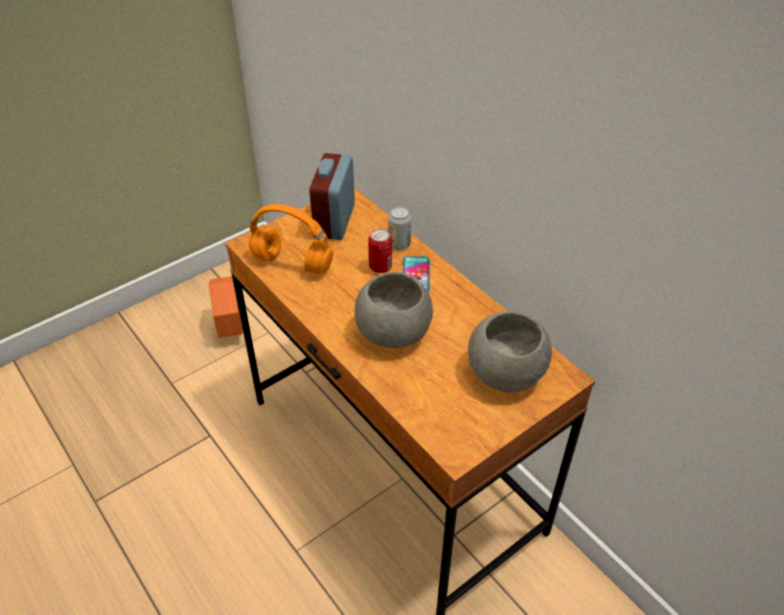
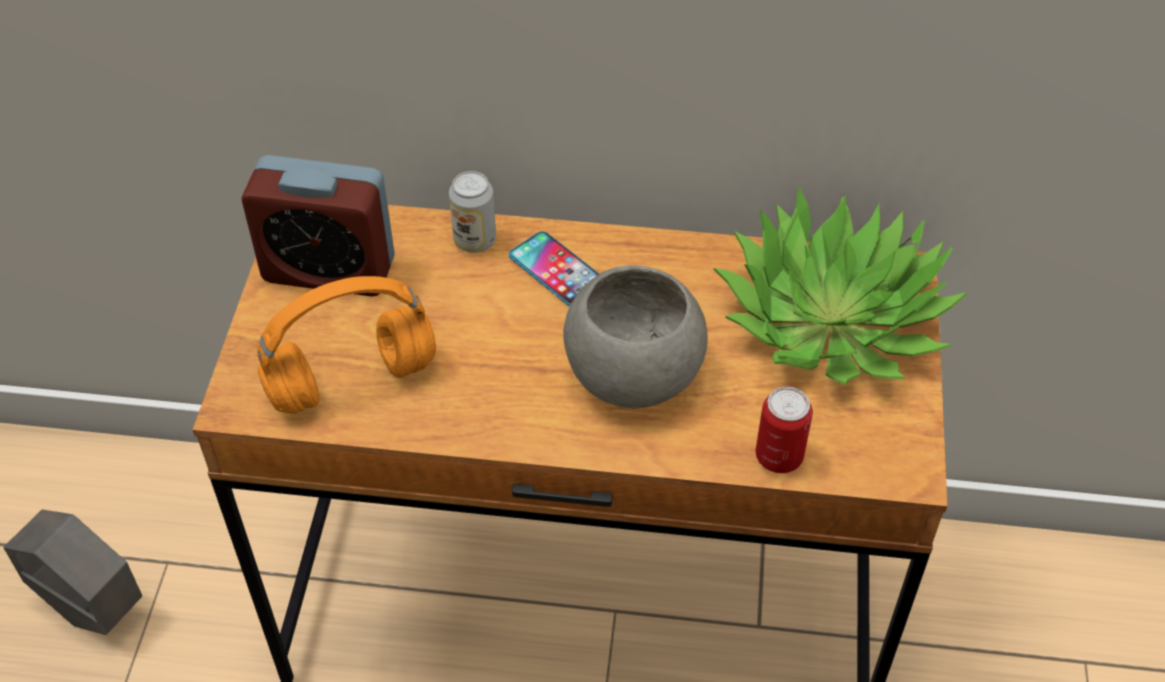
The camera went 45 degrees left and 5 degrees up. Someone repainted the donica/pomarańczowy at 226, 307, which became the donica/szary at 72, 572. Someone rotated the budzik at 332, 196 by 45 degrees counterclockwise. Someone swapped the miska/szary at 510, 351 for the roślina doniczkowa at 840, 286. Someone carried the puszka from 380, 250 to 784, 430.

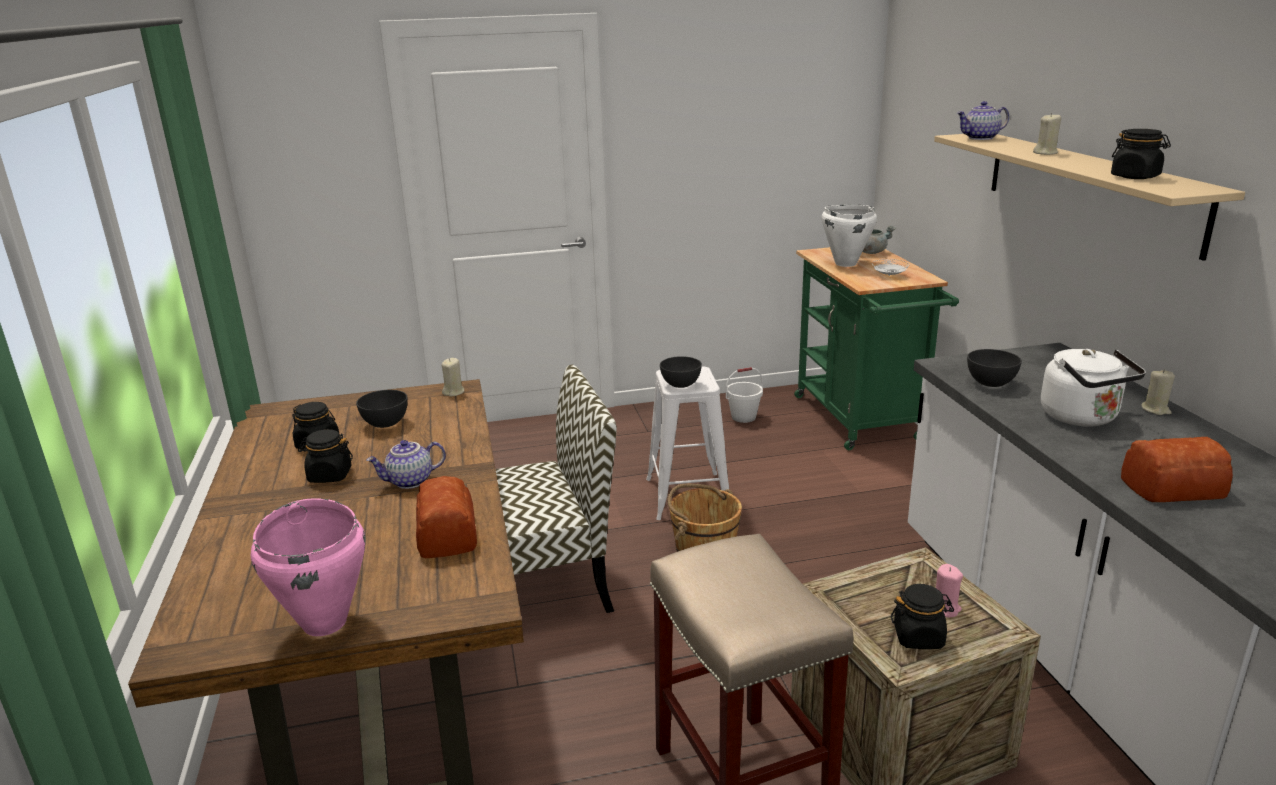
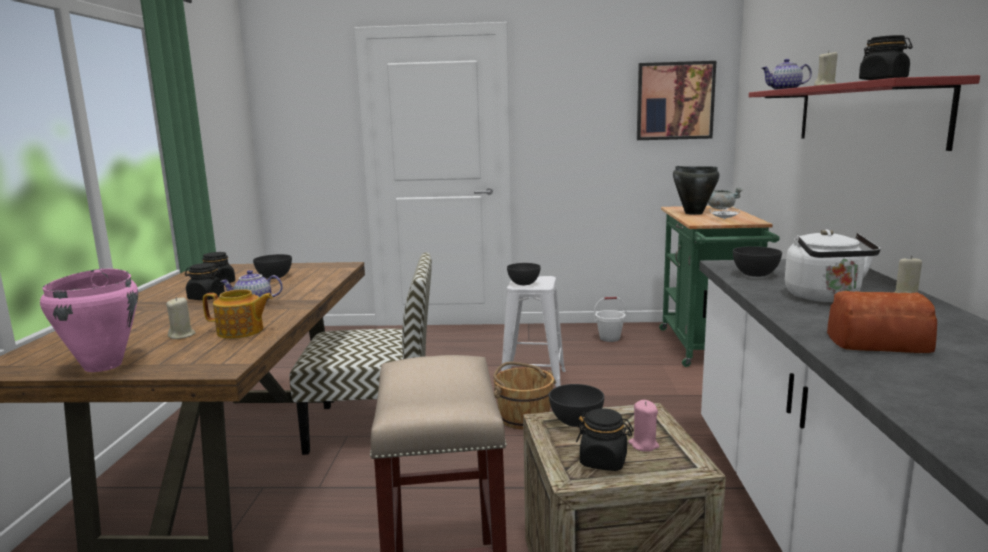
The camera went 15 degrees right and 10 degrees down. Someone carried the świeca/beżowy from 452, 377 to 181, 318. Someone swapped the chleb at 446, 517 for the imbryk at 238, 314. Someone put down the miska/szary at 576, 405. Someone put up the obraz at 676, 100. Someone repainted the garnek/biały at 849, 236, which became the garnek/czarny at 696, 190. Someone repainted the półka/beżowy at 1089, 197, which became the półka/czerwony at 864, 113.

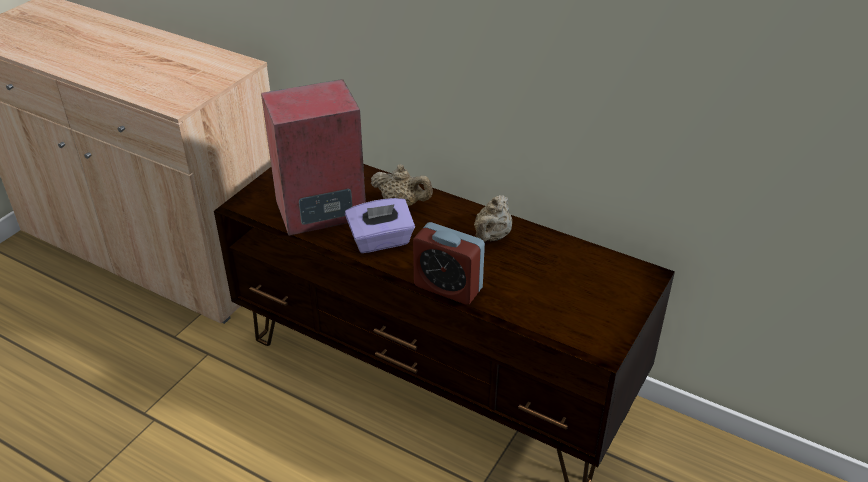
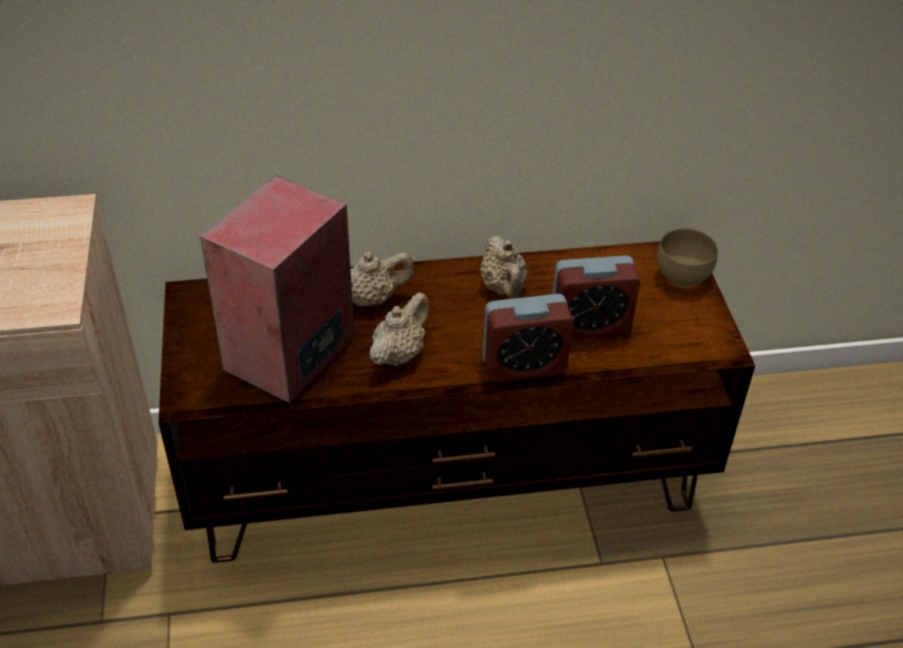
The camera went 40 degrees left and 5 degrees up. Someone swapped the pudełko chusteczek/fioletowy at 380, 225 for the imbryk/beżowy at 400, 329. Someone put down the budzik at 596, 297. Someone put down the miska/brązowy at 687, 257.

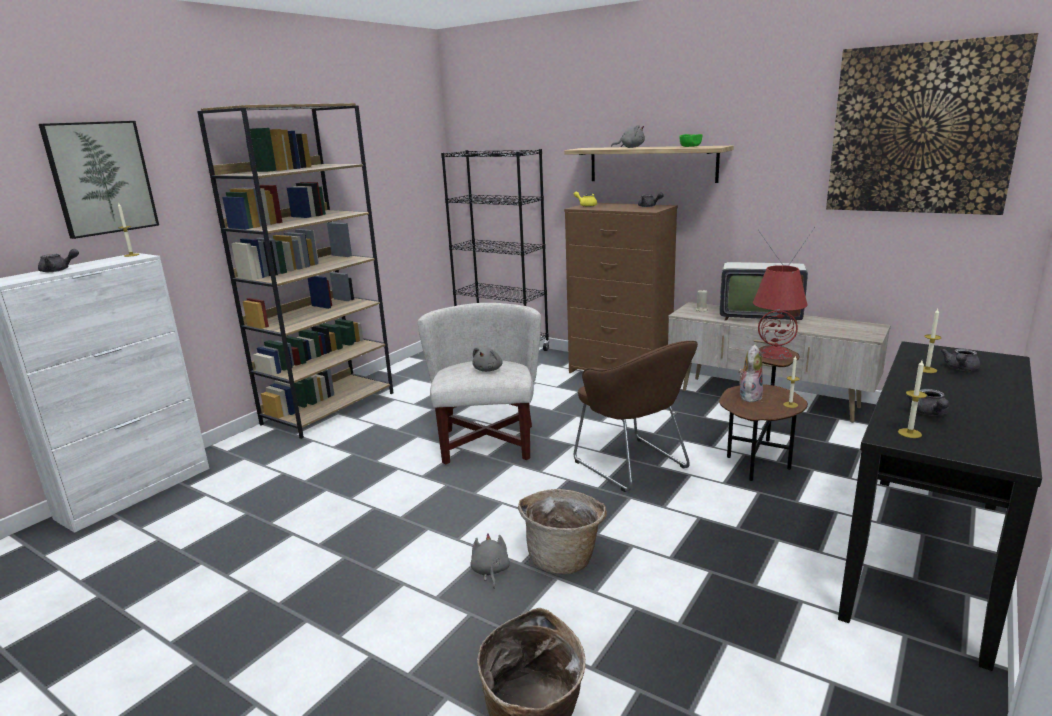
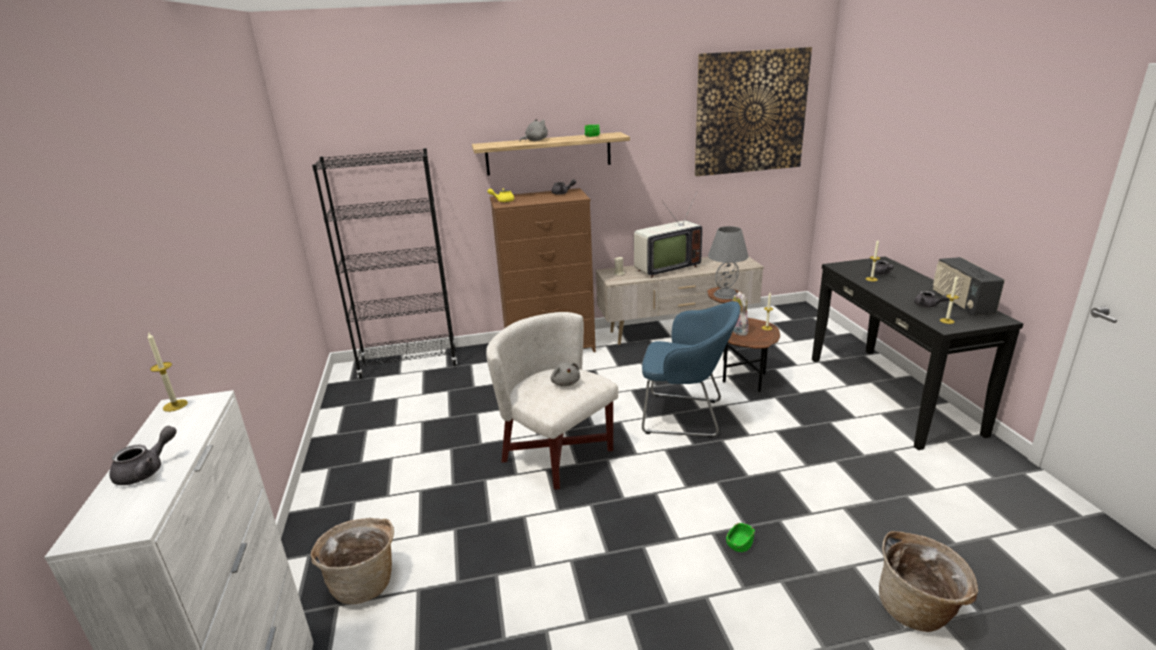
The camera went 45 degrees left and 5 degrees up. Someone carried the koszyk from 562, 531 to 352, 561. Someone repainted the fotel/brązowy at 636, 416, which became the fotel/niebieski at 691, 369. Someone repainted the lampa stołowa/czerwony at 780, 312, which became the lampa stołowa/szary at 728, 262. Someone swapped the pluszak/szary at 490, 561 for the miska/zielony at 740, 537. Someone put down the radio at 968, 286. Someone took away the obraz at 99, 180. Someone took away the regał/brązowy at 295, 271.

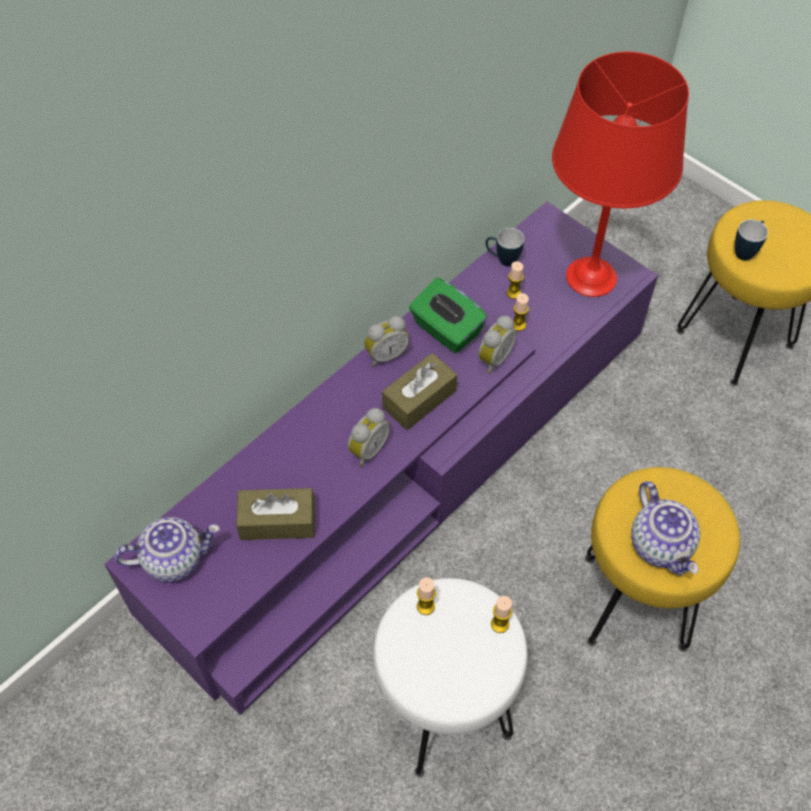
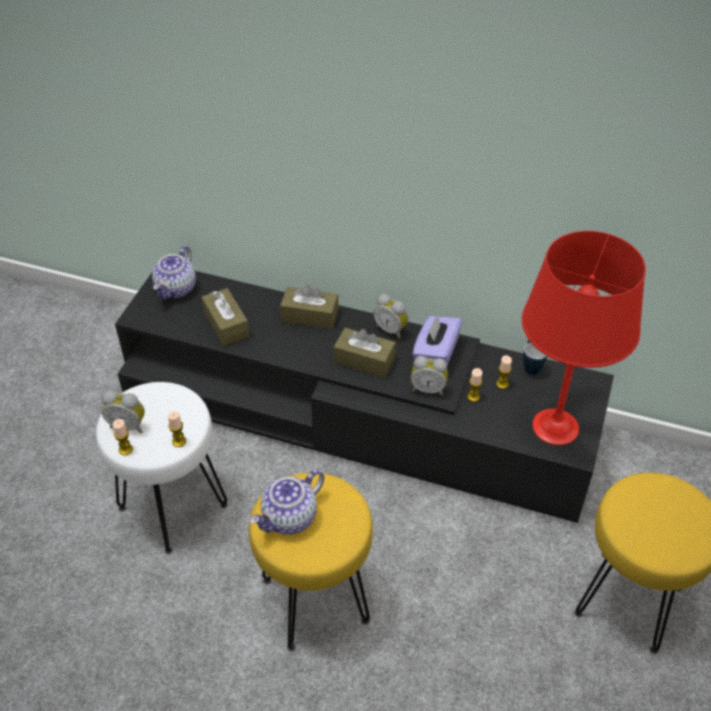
The camera went 65 degrees right and 10 degrees down. Someone carried the budzik from 369, 437 to 123, 411. Someone carried the świeca from 426, 596 to 123, 437. Someone repainted the szafka pod telewizor/fioletowy at 381, 458, which became the szafka pod telewizor/czarny at 364, 397. Someone rotated the imbryk at 167, 549 by 60 degrees clockwise. Someone put down the pudełko chusteczek/brązowy at 309, 306. Someone repainted the pudełko chusteczek/zielony at 448, 315, which became the pudełko chusteczek/fioletowy at 437, 339. Someone took away the kubek at 751, 240.

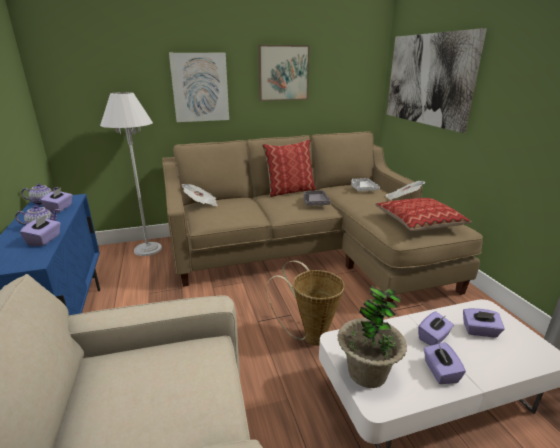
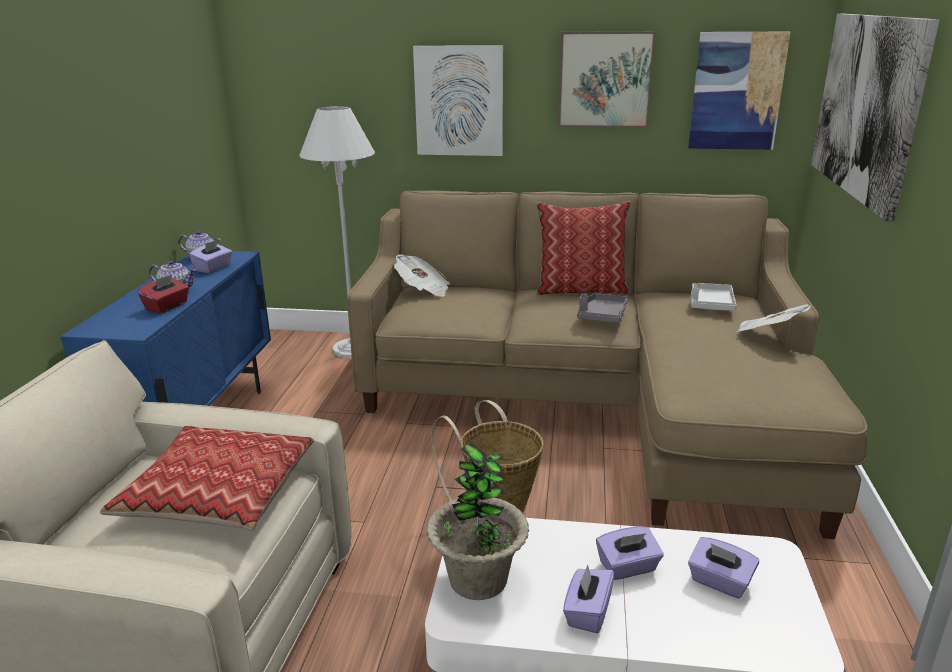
The camera went 25 degrees right and 0 degrees up. Someone carried the poduszka from 423, 214 to 207, 478. Someone repainted the pudełko chusteczek/fioletowy at 40, 230, which became the pudełko chusteczek/czerwony at 163, 293. Someone put up the obraz at 739, 91.

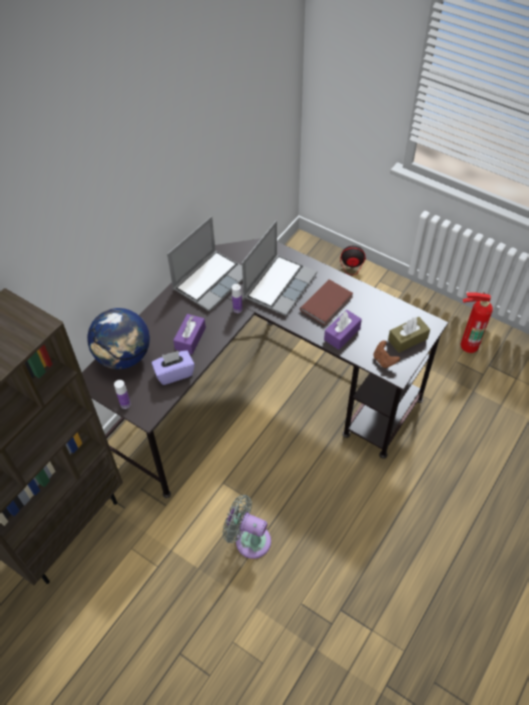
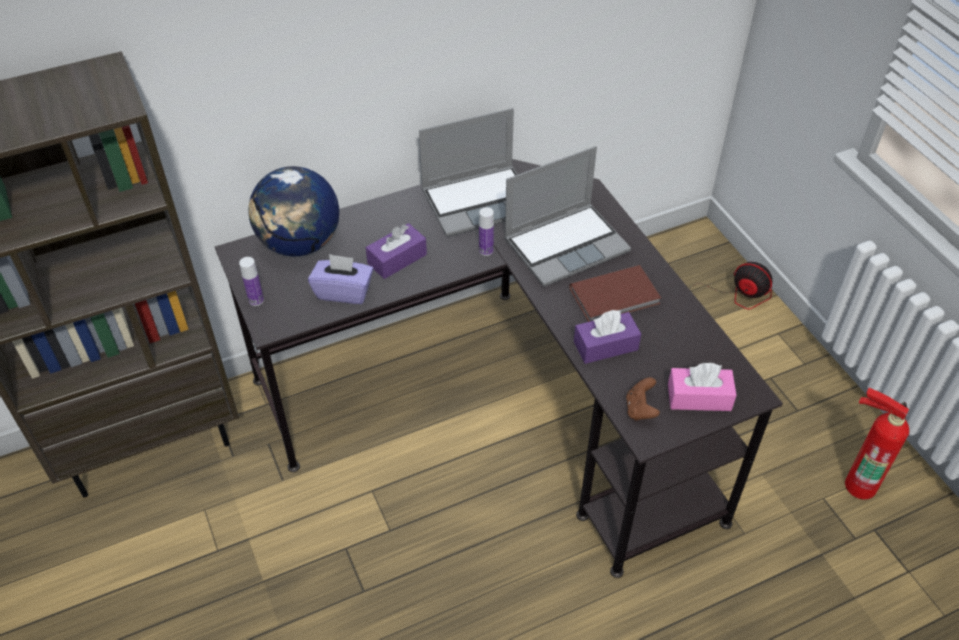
The camera went 30 degrees right and 5 degrees down. Someone repainted the pudełko chusteczek/brązowy at 409, 335, which became the pudełko chusteczek/różowy at 702, 387. Someone took away the wentylator/szary at 247, 527.

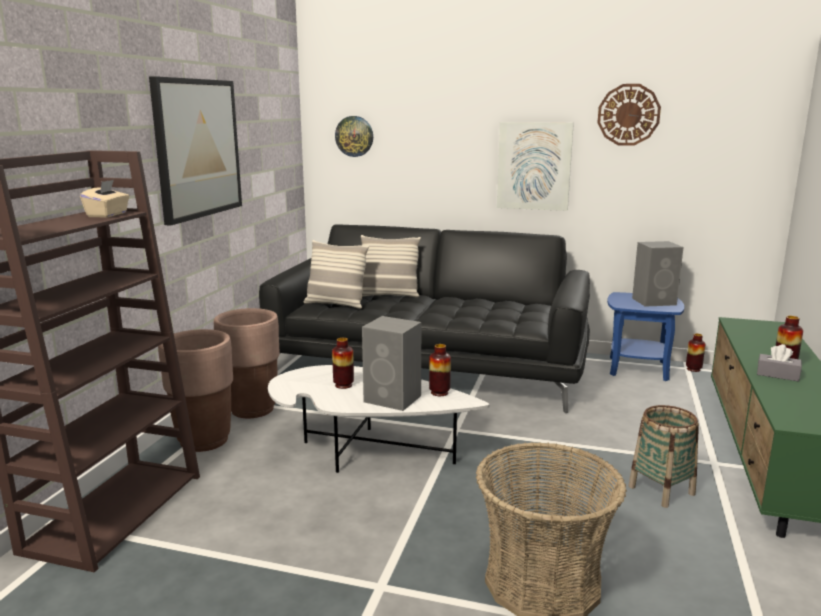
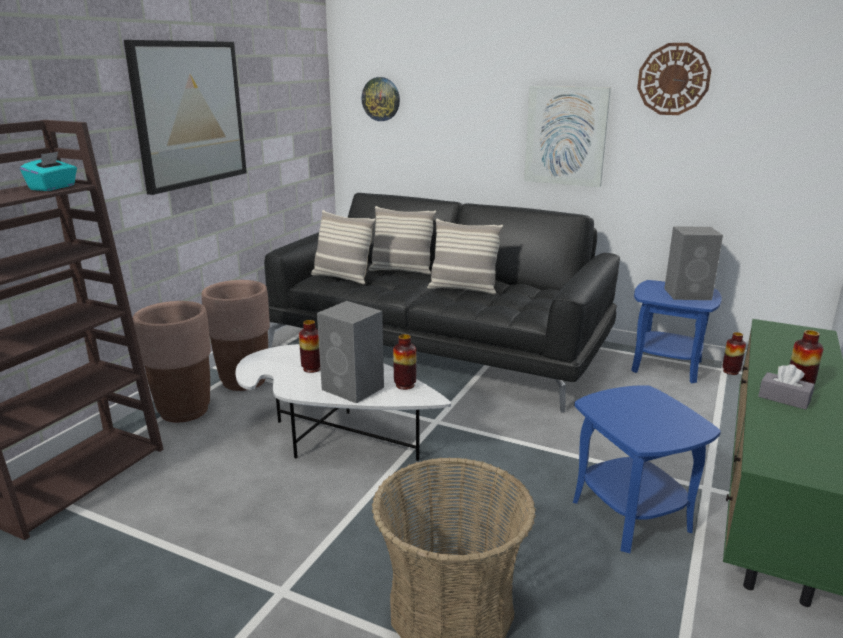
The camera went 10 degrees right and 5 degrees up. Someone repainted the pudełko chusteczek/beżowy at 104, 199, which became the pudełko chusteczek/turkusowy at 48, 171. Someone put down the poduszka at 465, 256. Someone swapped the koszyk at 664, 456 for the stolik/niebieski at 647, 469.

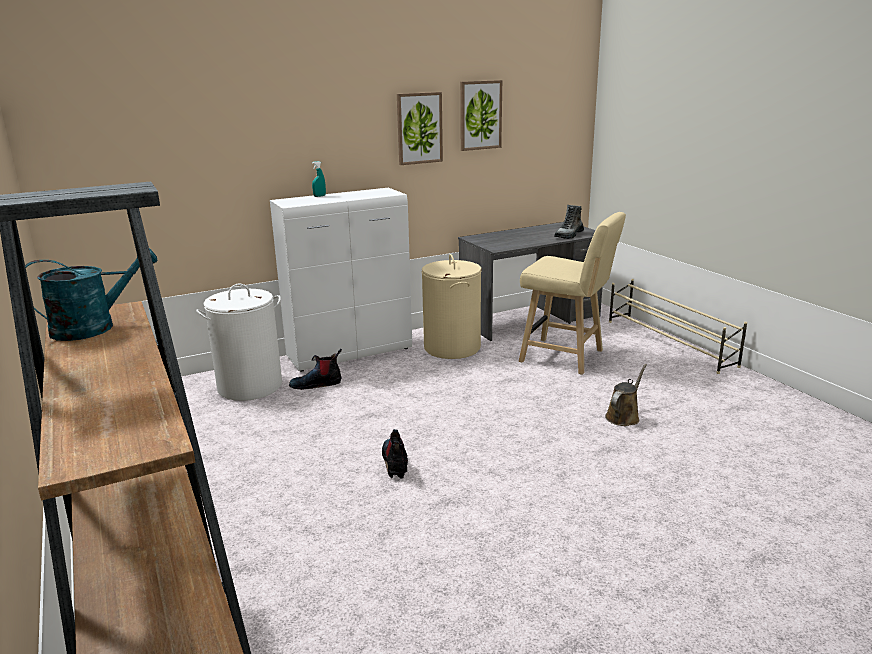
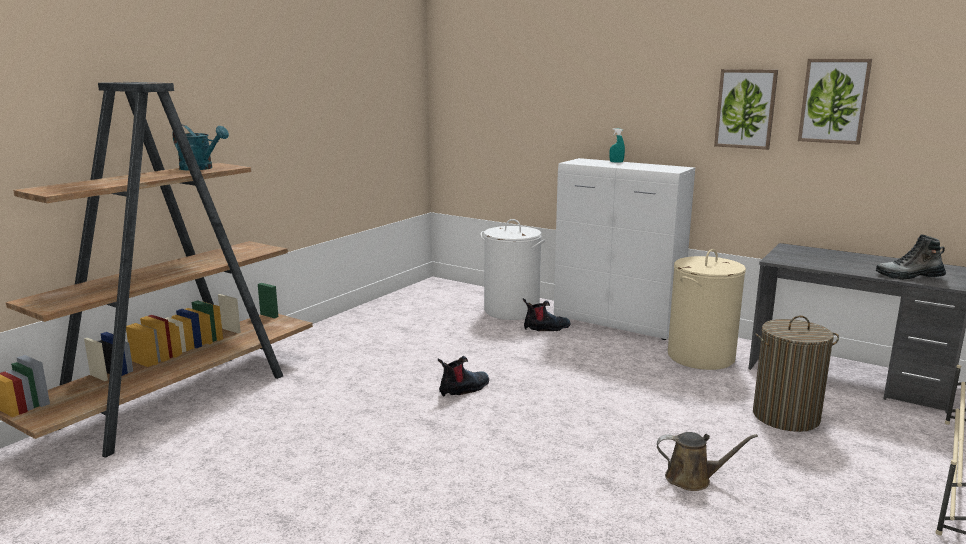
The camera went 60 degrees right and 5 degrees down. Someone rotated the but z cholewką at 315, 369 by 120 degrees clockwise. Someone swapped the stołek/beżowy at 572, 293 for the kosz na pranie at 796, 373.

